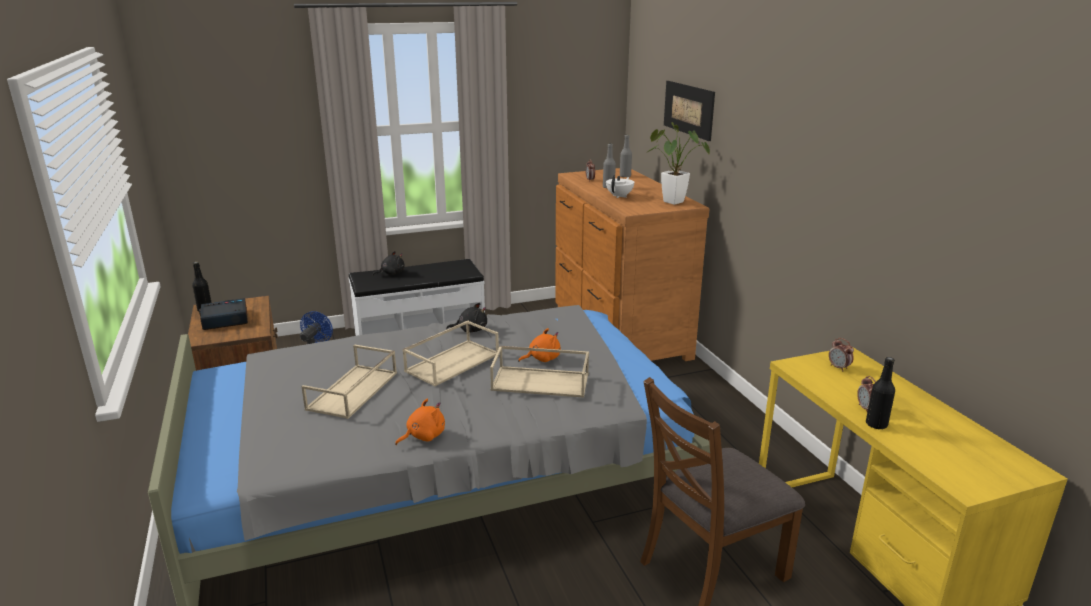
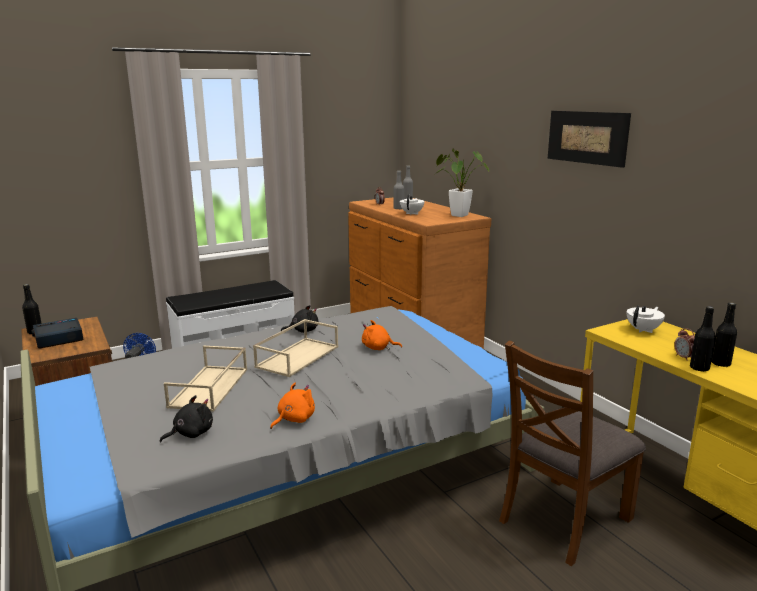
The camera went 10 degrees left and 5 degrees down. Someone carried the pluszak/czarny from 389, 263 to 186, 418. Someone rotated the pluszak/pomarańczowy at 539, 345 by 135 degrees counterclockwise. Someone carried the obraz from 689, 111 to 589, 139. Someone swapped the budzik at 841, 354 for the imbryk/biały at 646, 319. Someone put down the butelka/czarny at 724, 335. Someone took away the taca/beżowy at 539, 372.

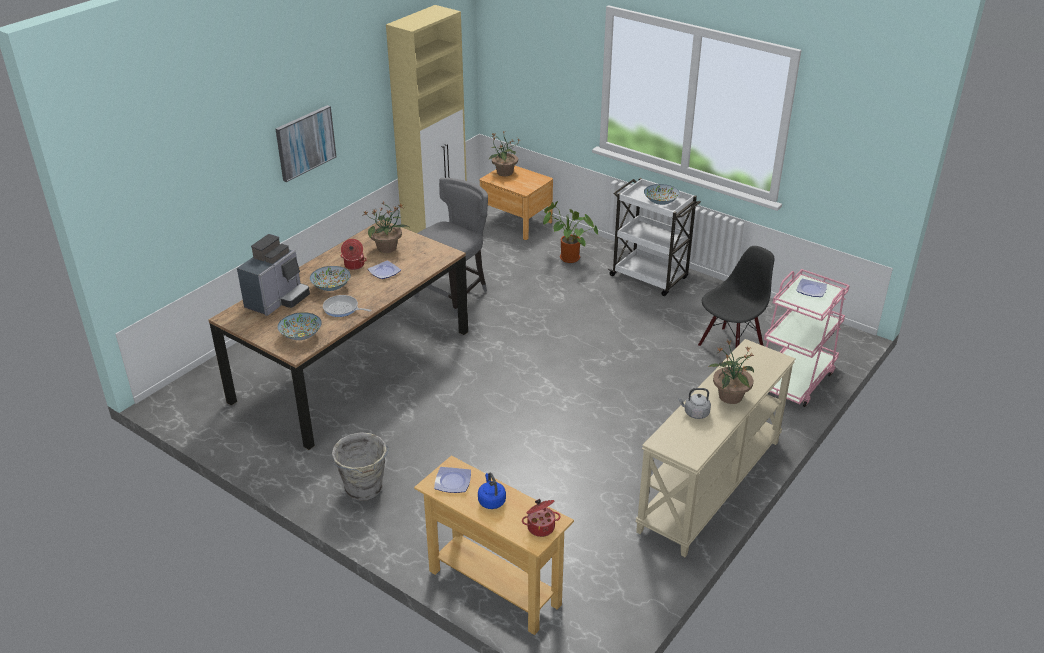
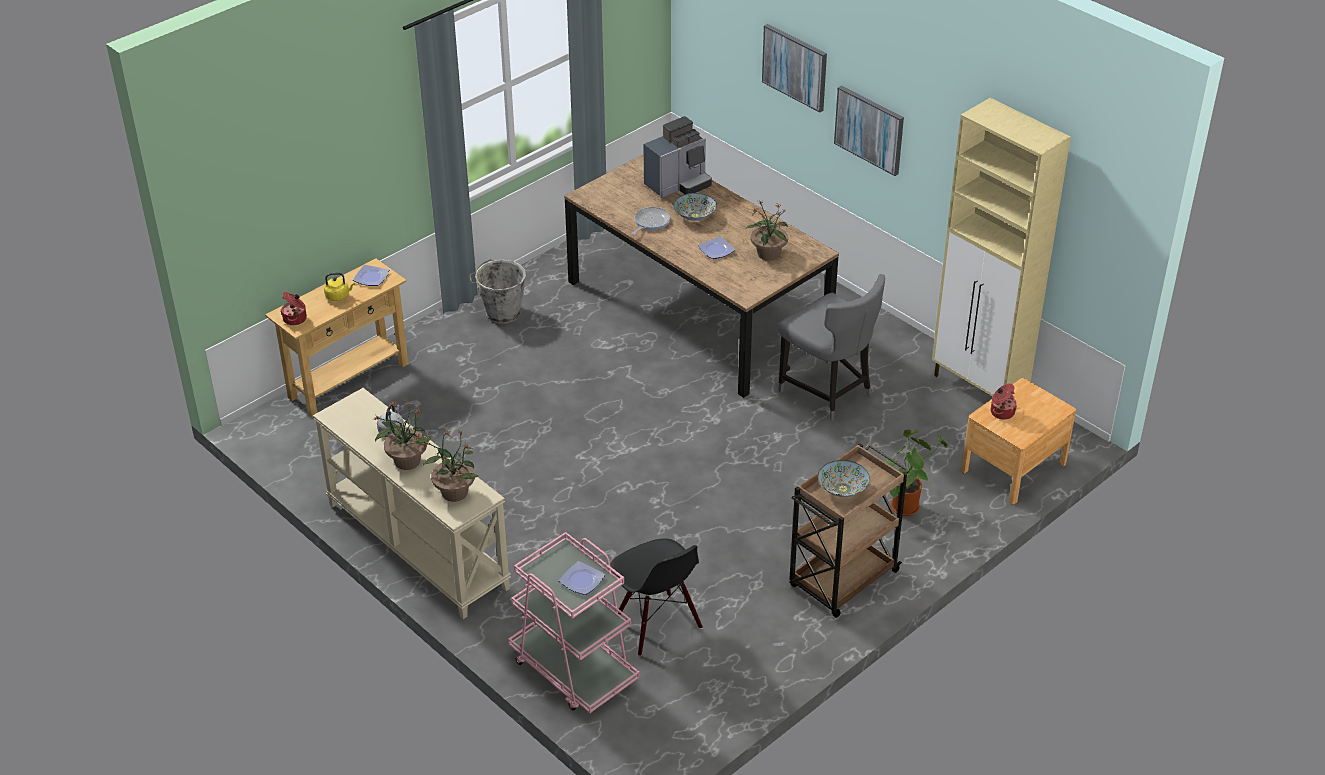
The camera went 100 degrees right and 5 degrees up. Someone repainted the czajnik/niebieski at 492, 491, which became the czajnik/żółty at 339, 286. Someone carried the roślina doniczkowa from 504, 153 to 450, 466. Someone rotated the ekspres do kawy at 273, 275 by 75 degrees counterclockwise. Someone put up the obraz at 794, 68. Someone repainted the wózek/biały at 654, 237, which became the wózek/brązowy at 849, 530. Someone carried the garnek from 354, 254 to 1004, 401. Someone took away the miska at 300, 326.

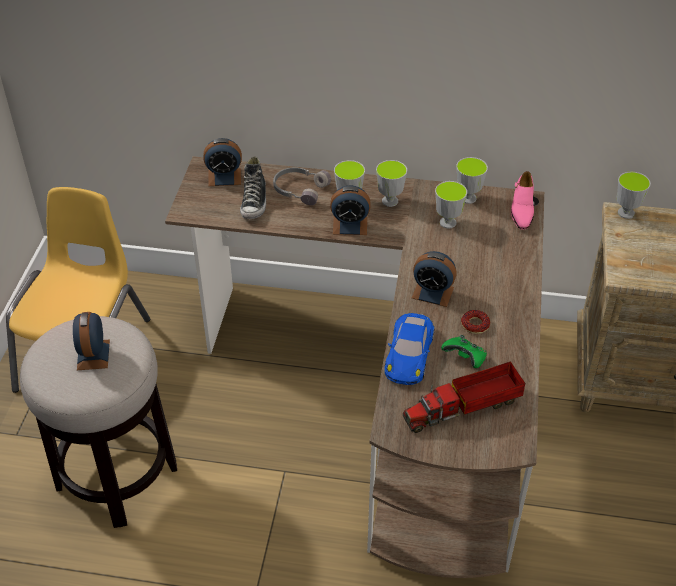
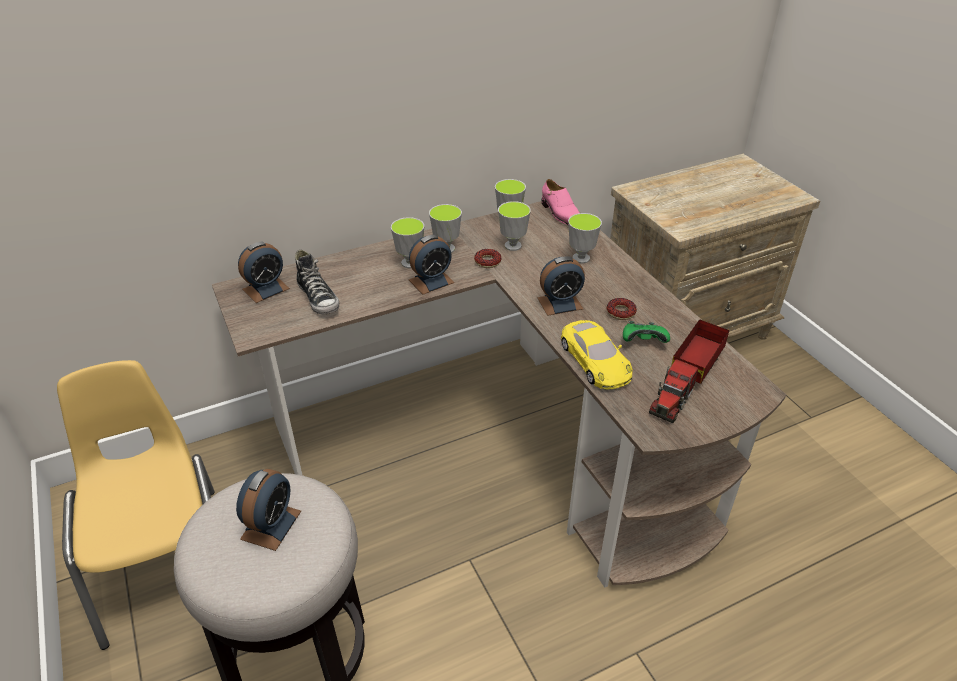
The camera went 35 degrees left and 5 degrees down. Someone rotated the budzik at 91, 341 by 120 degrees counterclockwise. Someone put down the donut at 487, 258. Someone repainted the samochodzik/niebieski at 409, 349, which became the samochodzik/żółty at 597, 354. Someone carried the filiżanka from 633, 195 to 585, 238. Someone took away the słuchawki/szary at 302, 186.

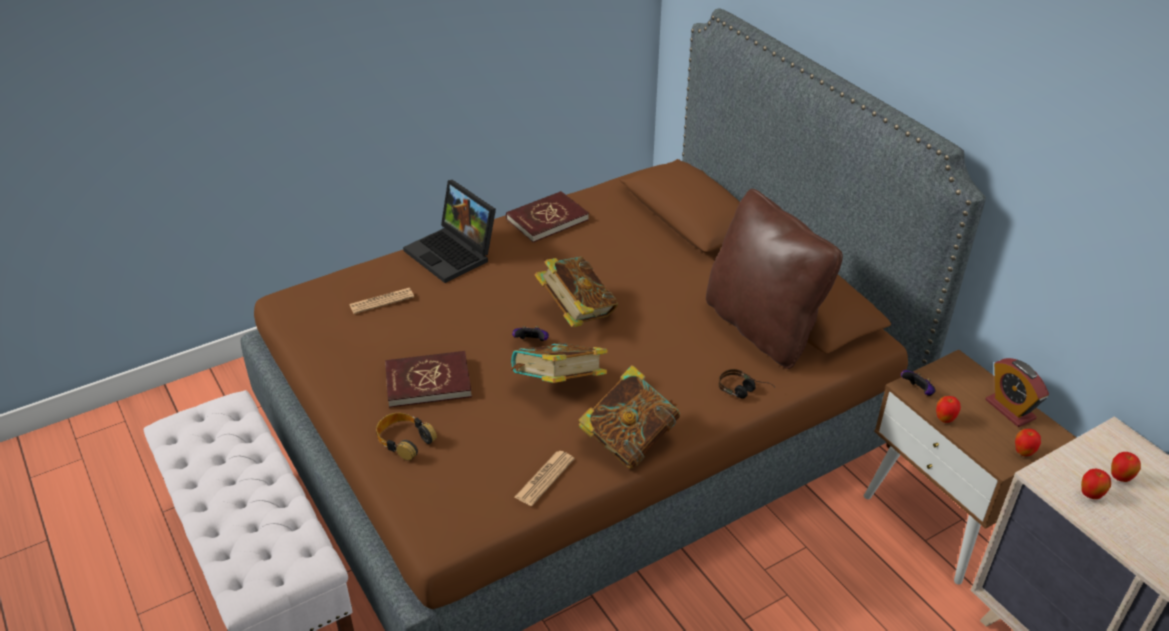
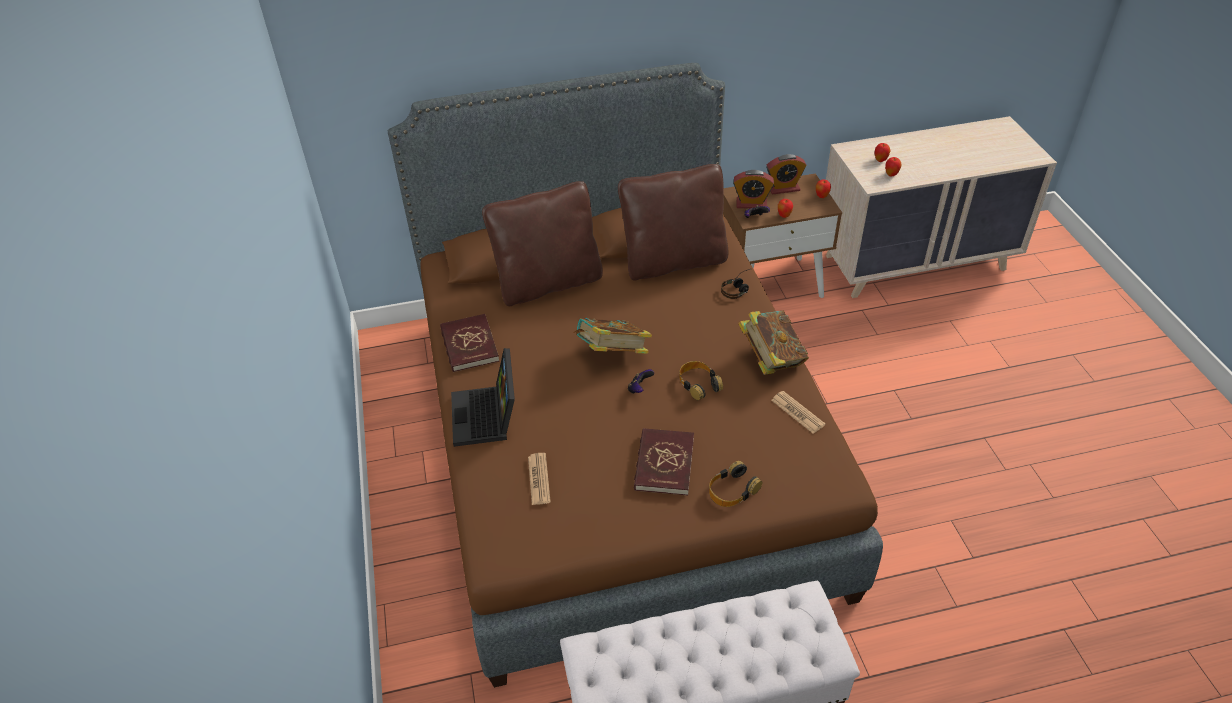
The camera went 70 degrees left and 5 degrees up. Someone rotated the laptop at 449, 231 by 105 degrees clockwise. Someone put down the poduszka/brązowy at 542, 243. Someone swapped the książka at 559, 363 for the słuchawki at 701, 380. Someone put down the budzik at 753, 189.

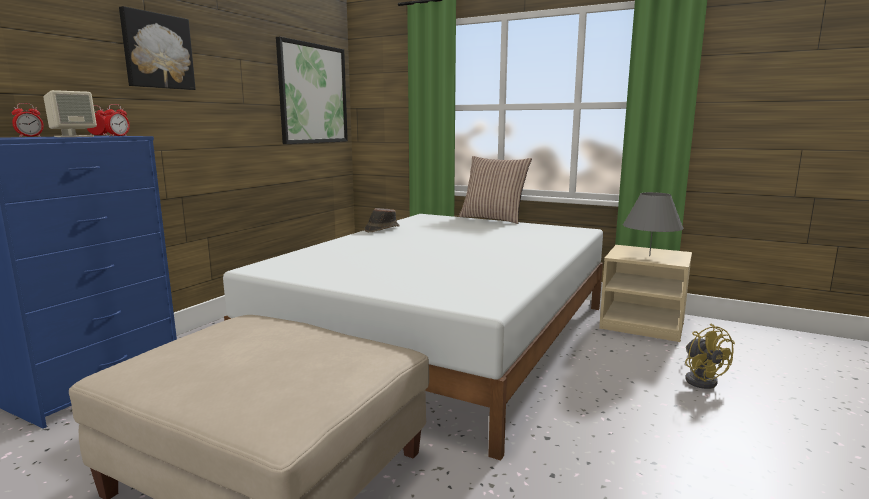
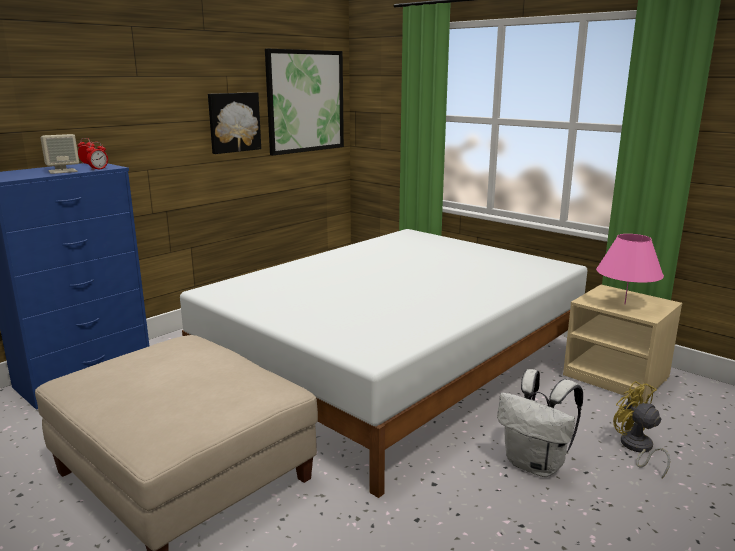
The camera went 15 degrees right and 5 degrees up. Someone carried the obraz from 157, 48 to 234, 123. Someone put down the plecak/biały at 540, 423. Someone repainted the lampa stołowa/szary at 653, 224, which became the lampa stołowa/różowy at 630, 269. Someone rotated the wentylator/żółty at 710, 356 by 150 degrees clockwise. Someone took away the budzik at 28, 120. Someone took away the kapelusz/brązowy at 382, 220. Someone took away the poduszka at 495, 190.

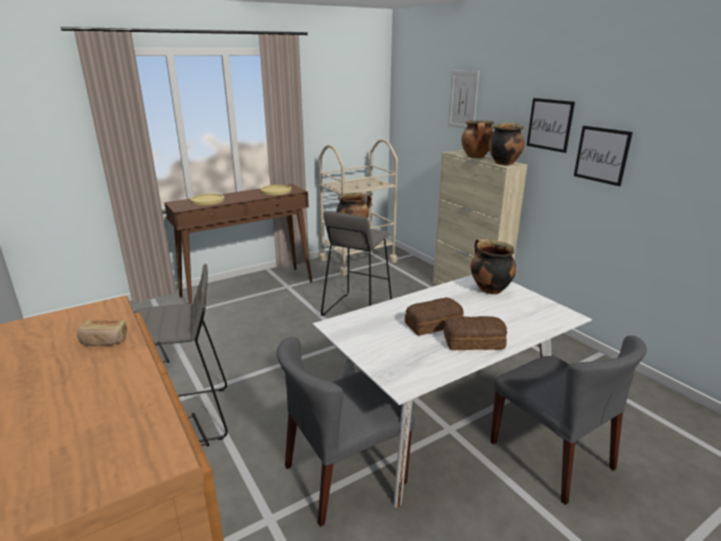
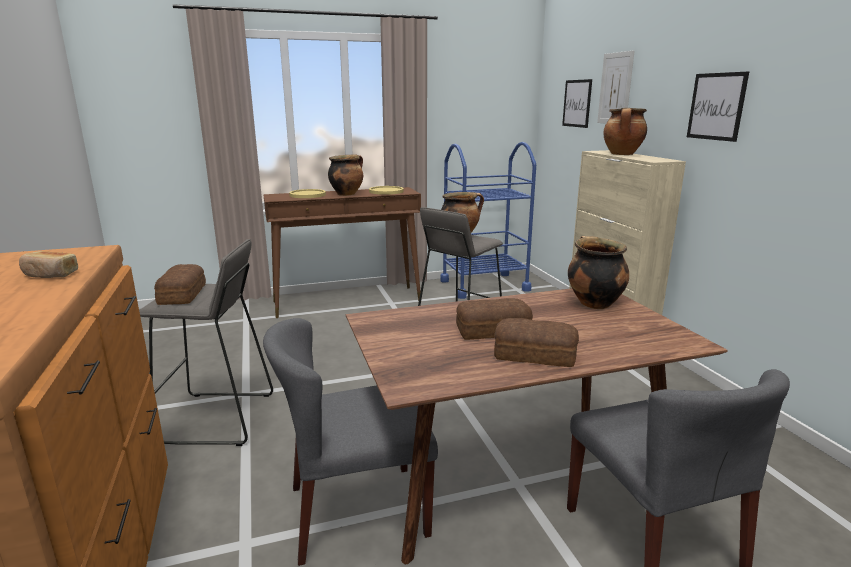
The camera went 15 degrees right and 5 degrees down. Someone put down the chleb at 180, 284. Someone carried the garnek from 506, 144 to 345, 175. Someone repainted the stół jadalny/biały at 452, 391, which became the stół jadalny/brązowy at 537, 426. Someone repainted the wózek/beżowy at 358, 207, which became the wózek/niebieski at 488, 220. Someone carried the obraz from 603, 156 to 577, 103.

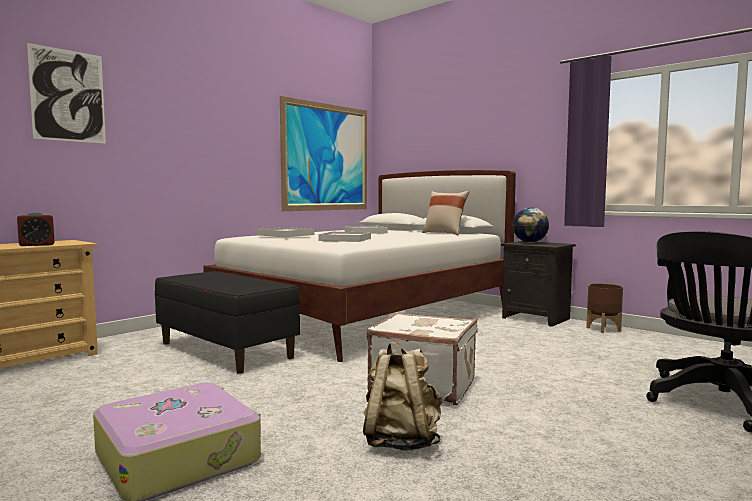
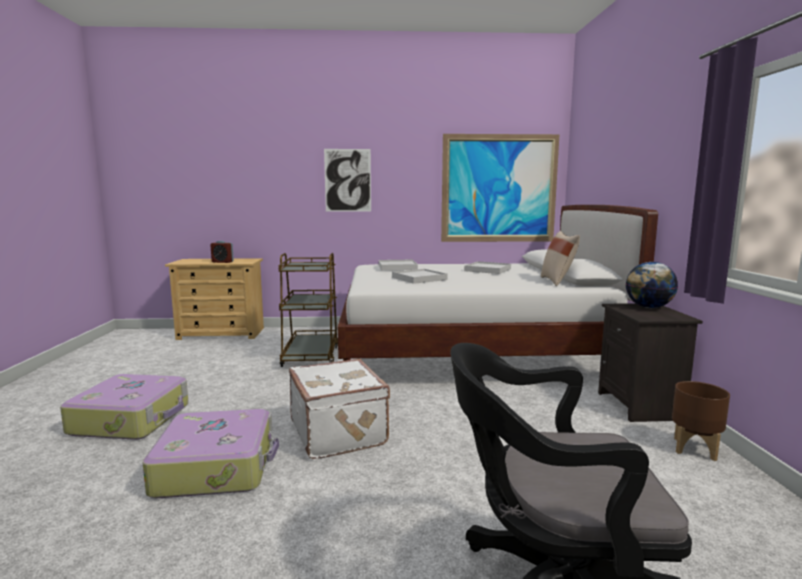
The camera went 45 degrees right and 5 degrees up. Someone swapped the plecak/beżowy at 402, 396 for the walizka at 211, 453. Someone swapped the ławka/czarny at 227, 322 for the wózek/brązowy at 308, 310. Someone carried the obraz from 66, 93 to 347, 180.

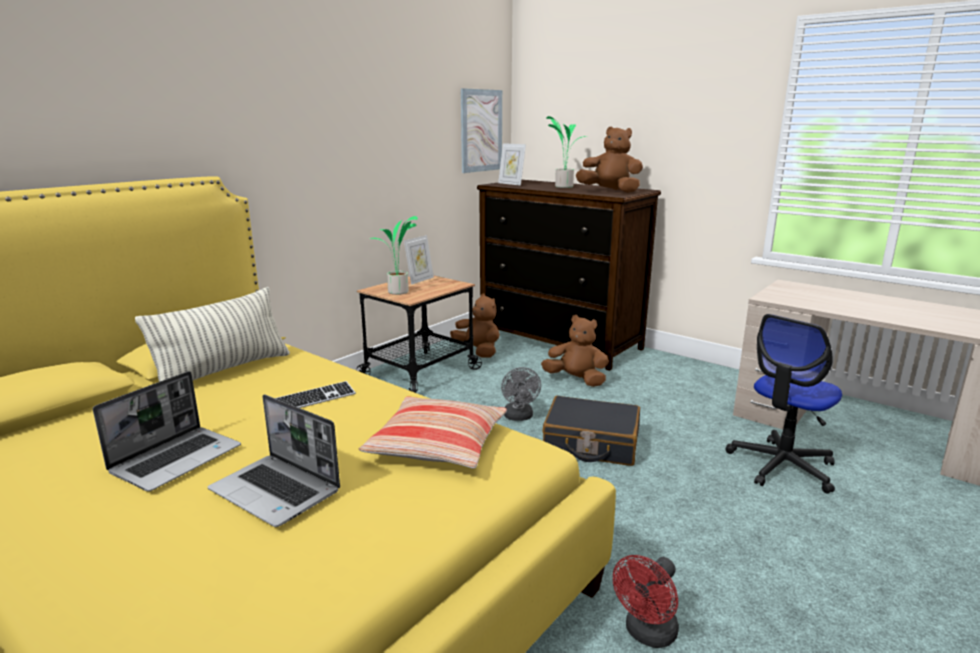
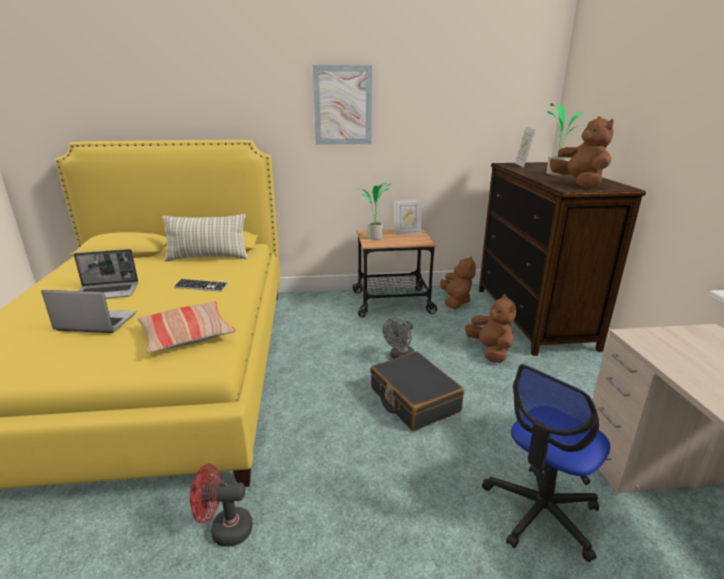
The camera went 45 degrees right and 5 degrees up. Someone rotated the laptop at 274, 460 by 105 degrees clockwise. Someone carried the obraz from 481, 130 to 342, 105. Someone rotated the krzesło biurowe at 783, 403 by 45 degrees counterclockwise.

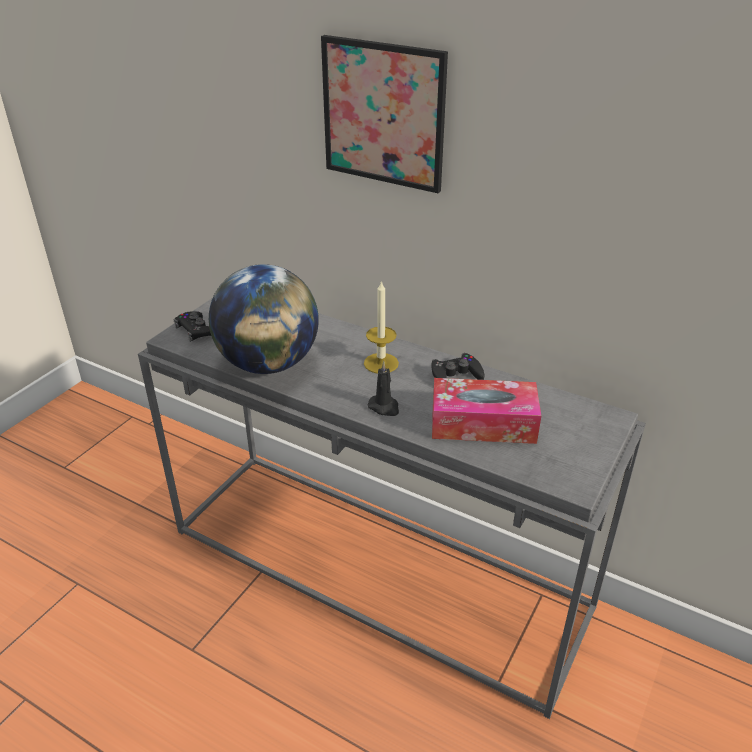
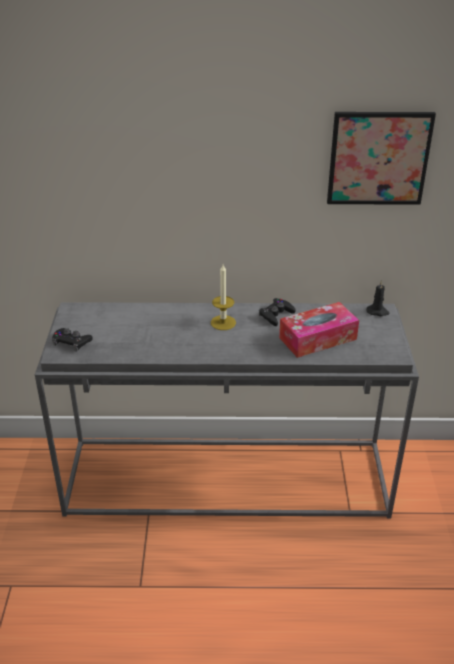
The camera went 30 degrees left and 0 degrees up. Someone carried the obraz from 384, 114 to 381, 158. Someone carried the świeca/czarny from 383, 388 to 378, 298. Someone took away the globus at 264, 319.

